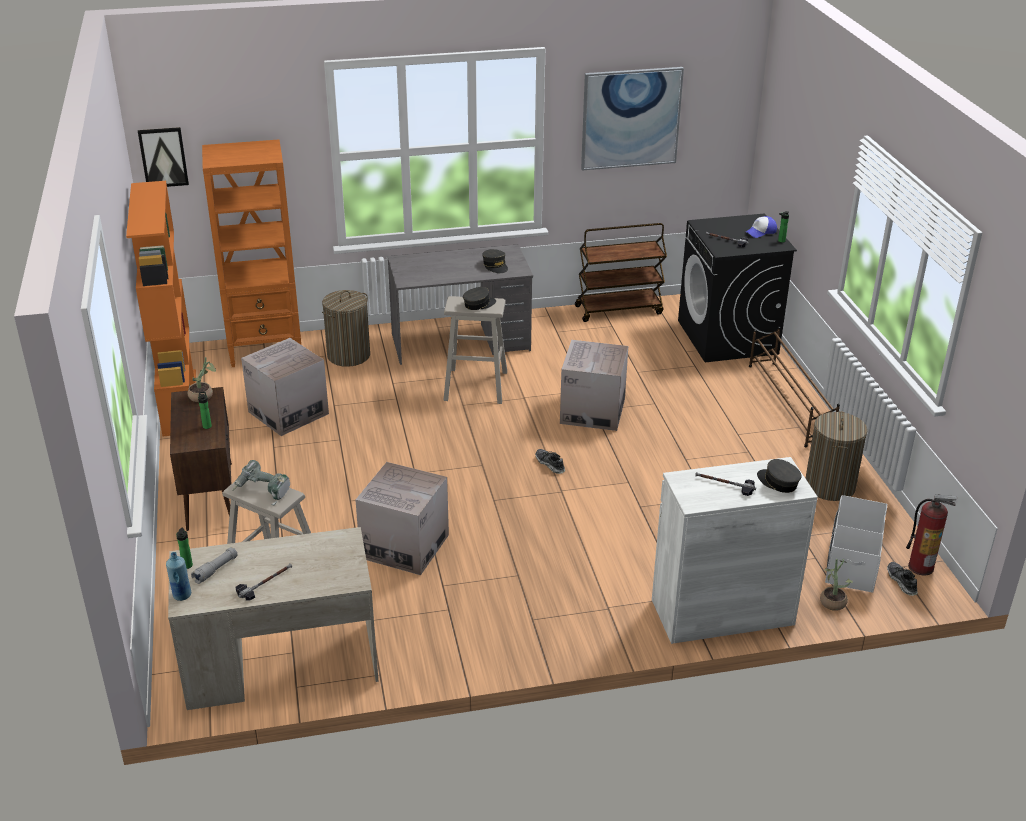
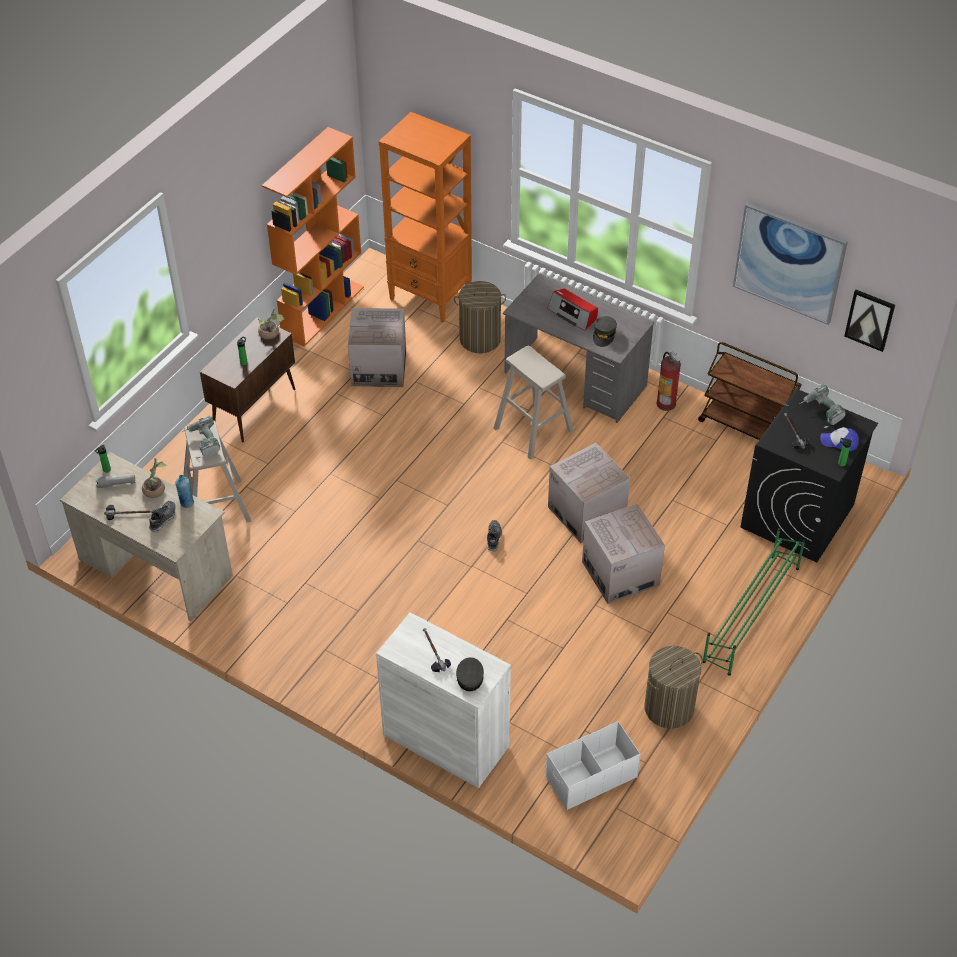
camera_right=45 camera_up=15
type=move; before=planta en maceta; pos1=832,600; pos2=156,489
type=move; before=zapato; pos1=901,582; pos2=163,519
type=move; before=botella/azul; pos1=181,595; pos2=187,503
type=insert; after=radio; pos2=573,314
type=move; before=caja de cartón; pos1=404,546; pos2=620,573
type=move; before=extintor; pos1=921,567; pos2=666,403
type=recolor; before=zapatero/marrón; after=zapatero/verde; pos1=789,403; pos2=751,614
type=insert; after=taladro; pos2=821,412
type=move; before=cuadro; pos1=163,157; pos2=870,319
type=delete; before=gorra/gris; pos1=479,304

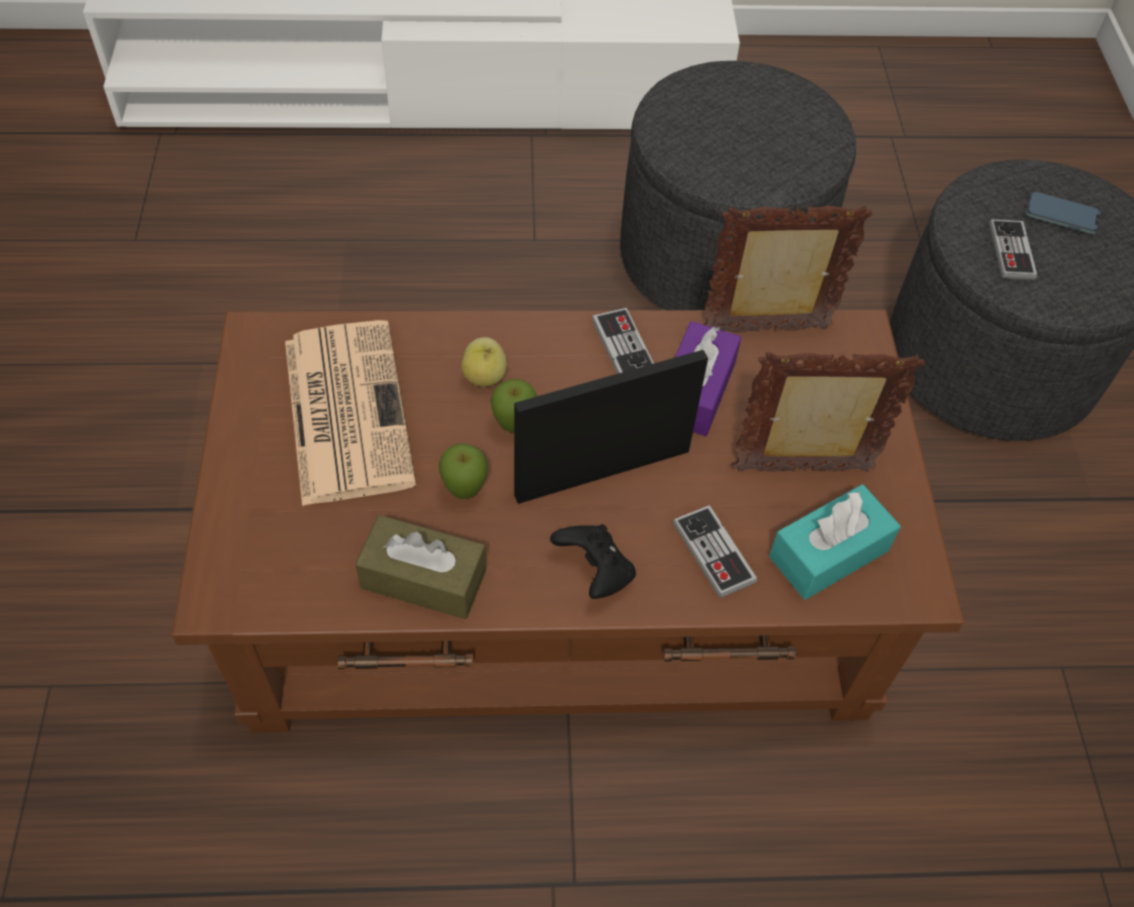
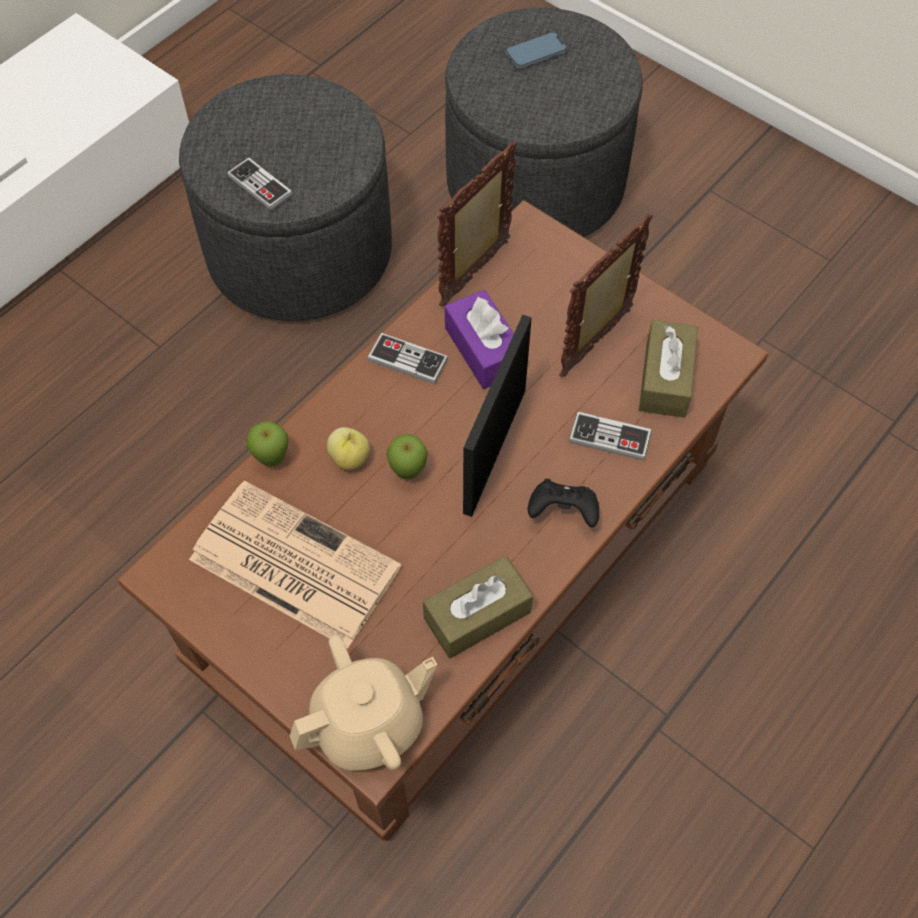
camera_right=-45 camera_up=5
type=move; before=mando de consola; pos1=1011,251; pos2=260,186
type=move; before=manzana; pos1=464,491; pos2=272,459
type=insert; after=tetera/beis; pos2=369,724
type=recolor; before=caja de pañuelos/turquesa; after=caja de pañuelos/marrón; pos1=828,553; pos2=665,379

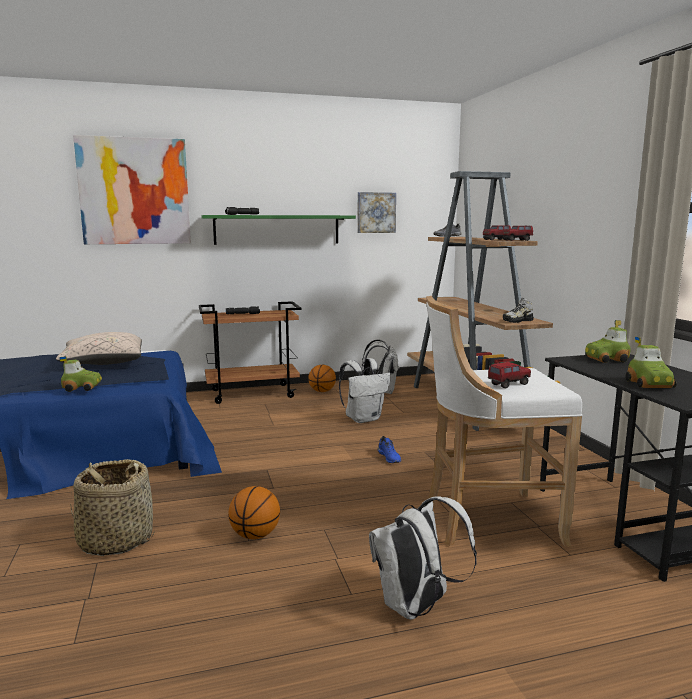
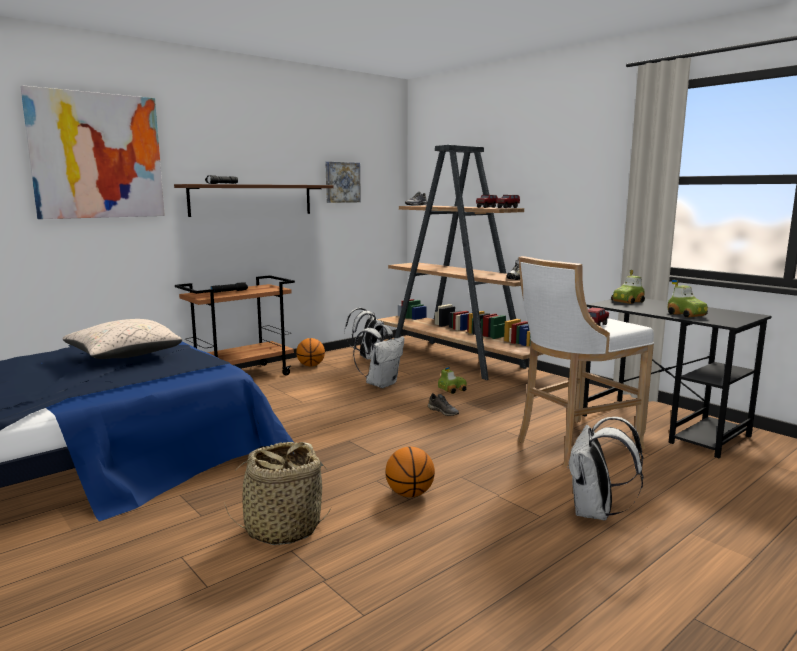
camera_right=-25 camera_up=0
type=recolor; before=estante/verde; after=estante/marrón; pos1=277,229; pos2=252,200
type=recolor; before=zapato/azul; after=zapato/gris; pos1=389,457; pos2=443,412
type=move; before=coche de juguete; pos1=82,388; pos2=452,390

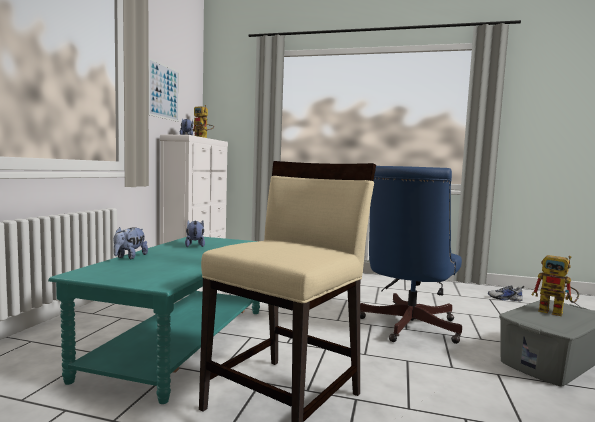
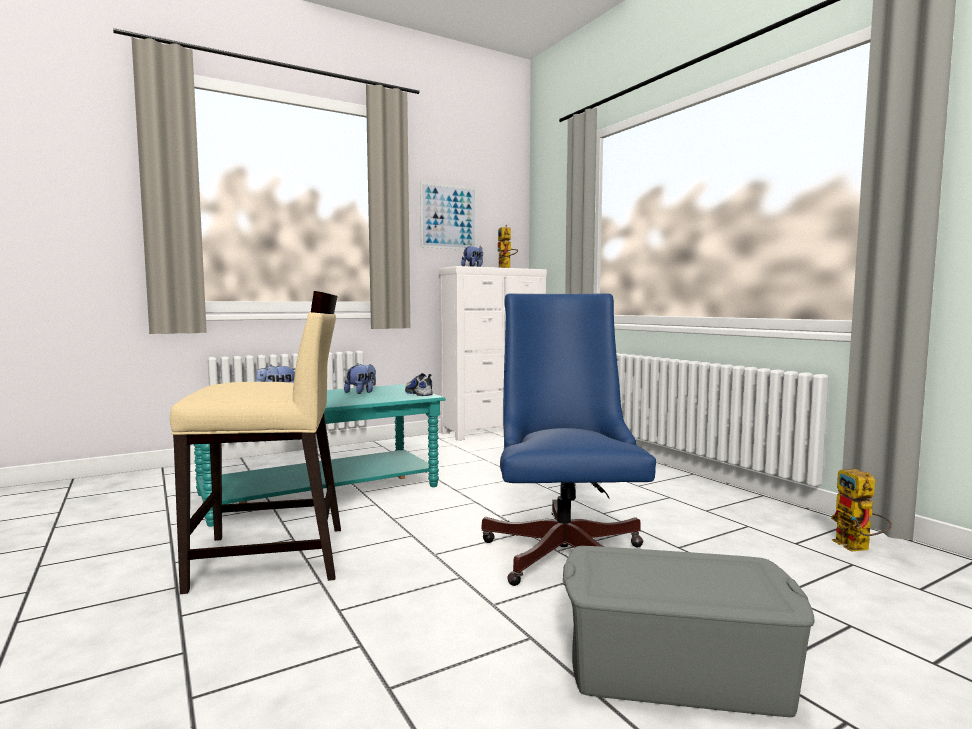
camera_right=45 camera_up=0
type=move; before=zapato; pos1=505,299; pos2=418,393
type=rotate; before=silla de oficina/azul; pos1=407,327; pos2=564,549; turn=105
type=move; before=robot de juguete; pos1=556,312; pos2=858,548

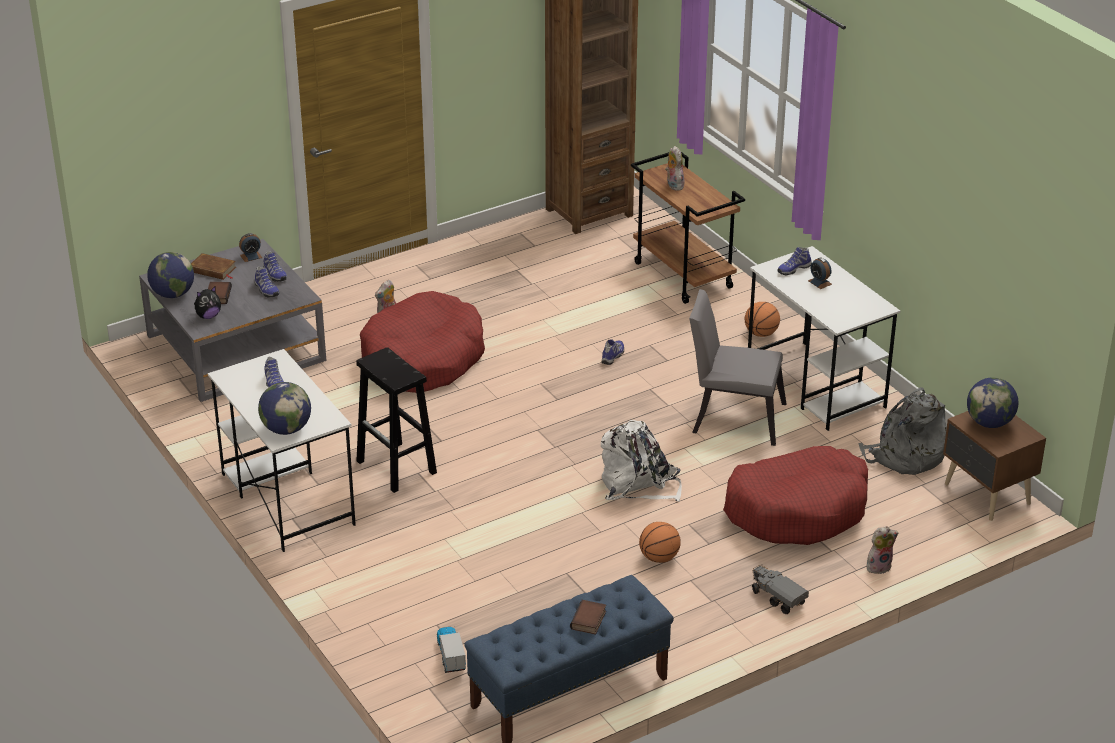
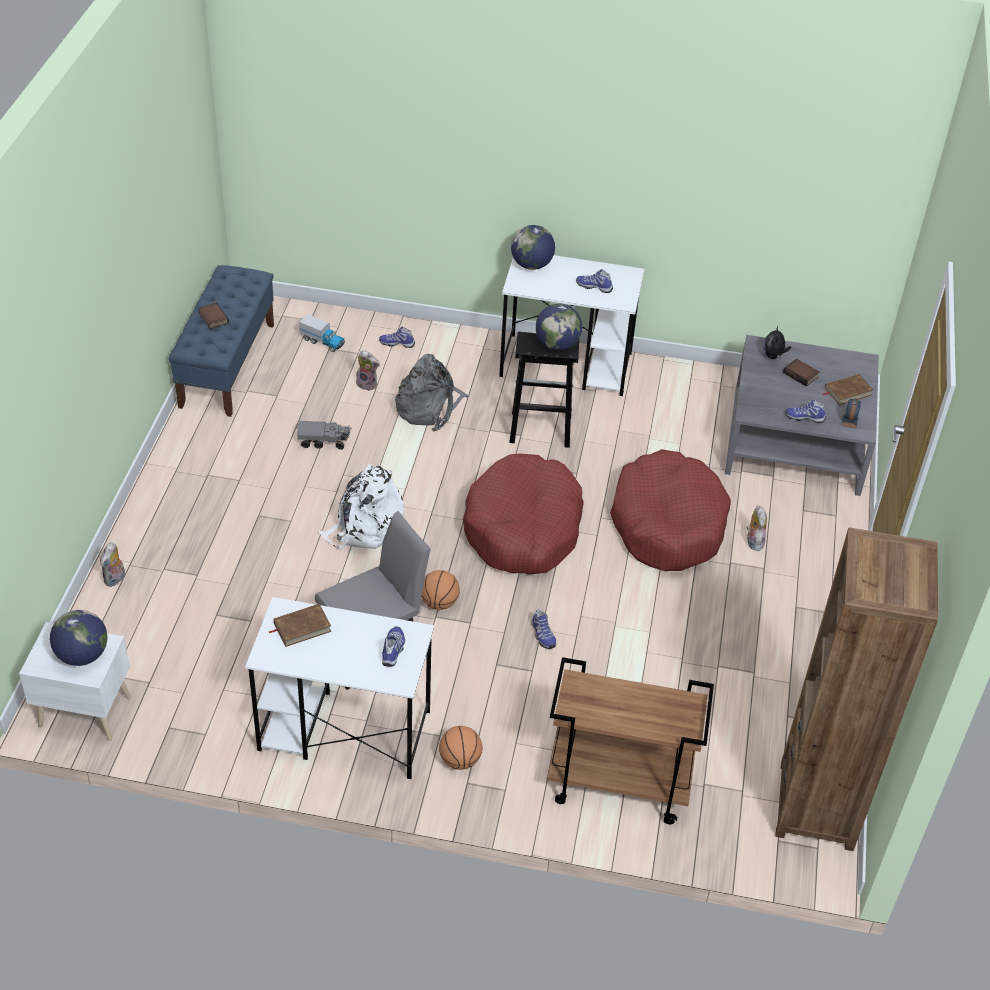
camera_right=130 camera_up=10
type=recolor; before=mesita de noche/marrón; after=mesita de noche/blanco; pos1=986,495; pos2=84,710
type=insert; after=libro/marrón; pos2=302,627
type=move; before=camión de juguete; pos1=777,598; pos2=323,441
type=move; before=peluche; pos1=673,185; pos2=368,384
type=move; before=zapato; pos1=266,290; pos2=397,343
type=move; before=mochila/gris; pos1=904,456; pos2=429,407
type=move; before=balón de baloncesto; pos1=659,558; pos2=439,603
type=move; before=cama para perro/rojo; pos1=797,509; pos2=523,528
type=move; before=globo terráqueo; pos1=173,294; pos2=557,345
type=delete; before=despertador; pos1=819,282

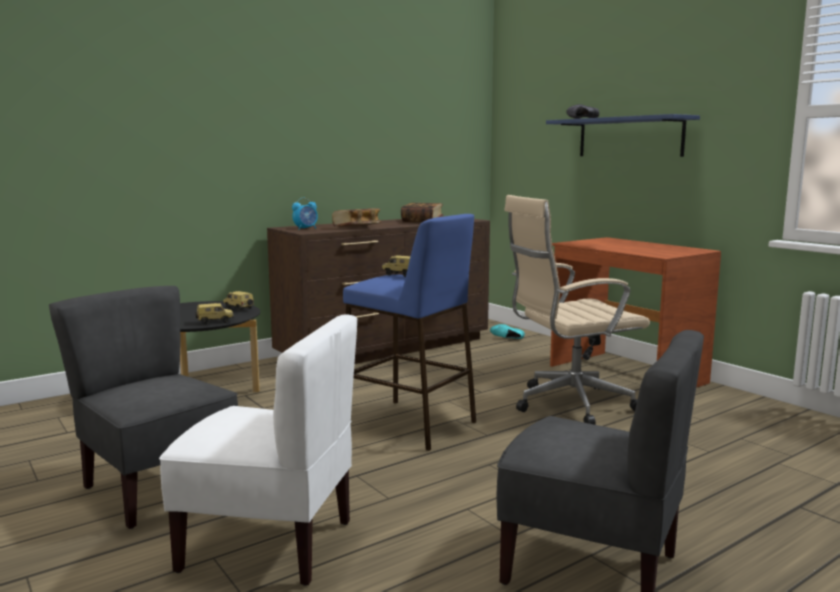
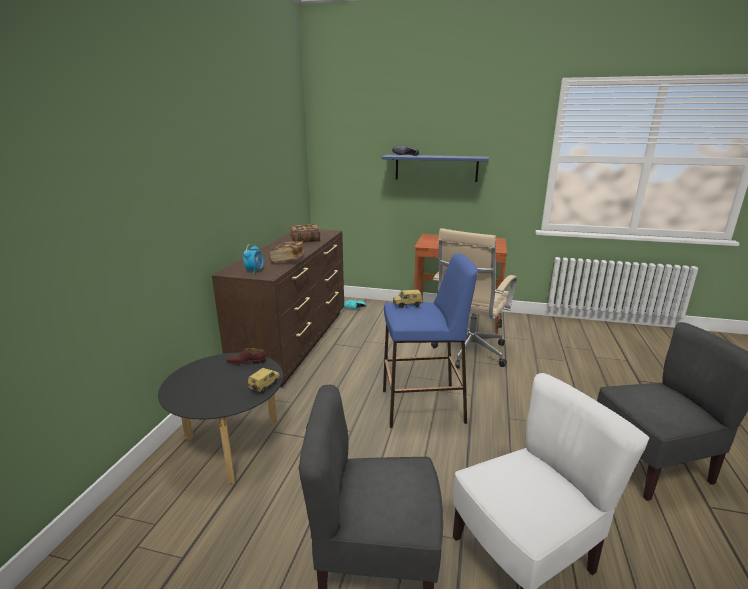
camera_right=-40 camera_up=10
type=replace; before=coche de juguete; after=zapato/marrón; pos1=238,309; pos2=246,362

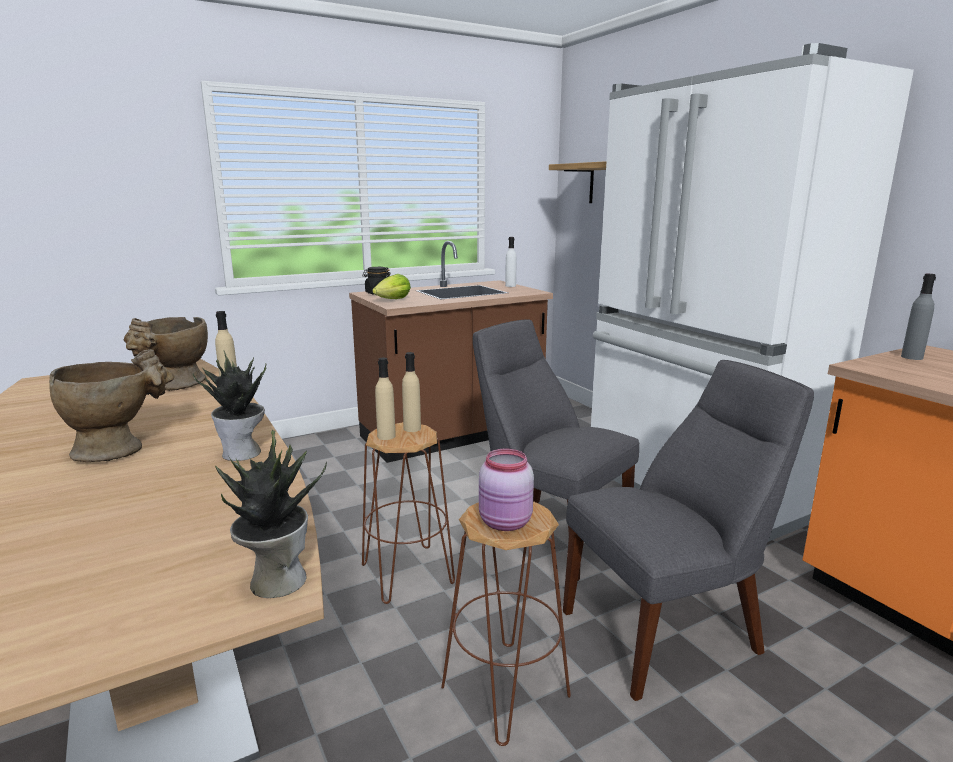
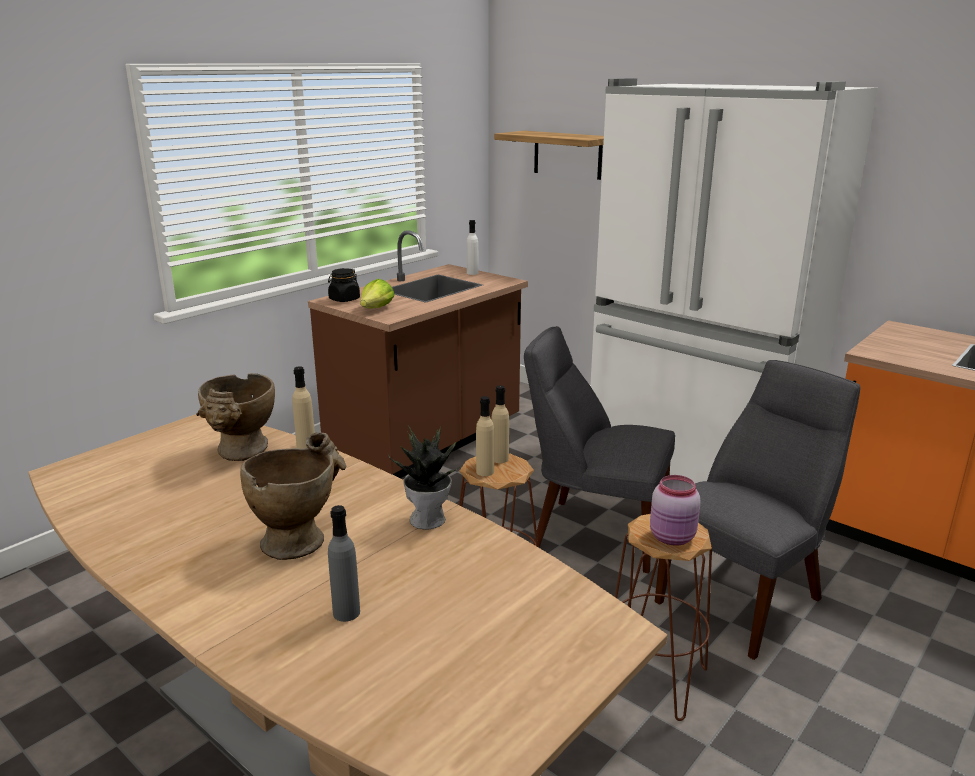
camera_right=-20 camera_up=5
type=move; before=botella/gris; pos1=912,357; pos2=346,612
type=delete; before=planta en maceta; pos1=275,581

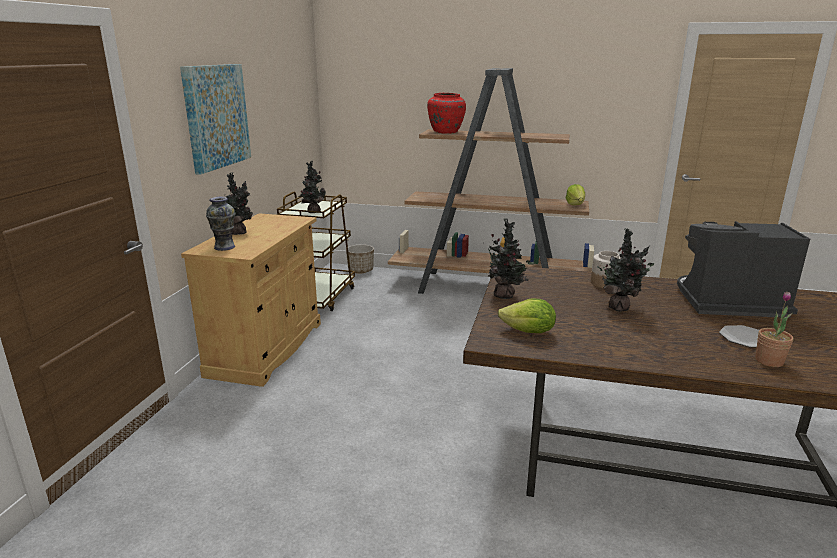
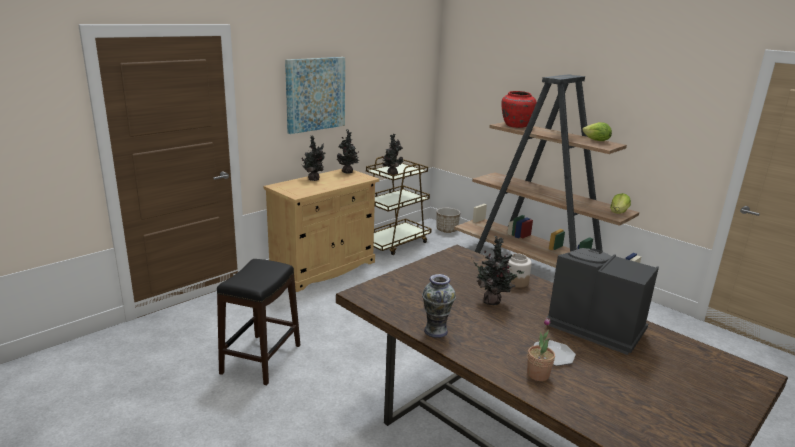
camera_right=30 camera_up=0
type=insert; after=taburete/negro; pos2=260,359
type=move; before=planta en maceta; pos1=506,296; pos2=348,172
type=move; before=florero; pos1=224,247; pos2=435,331
type=move; before=lechuga; pos1=528,332; pos2=596,141

